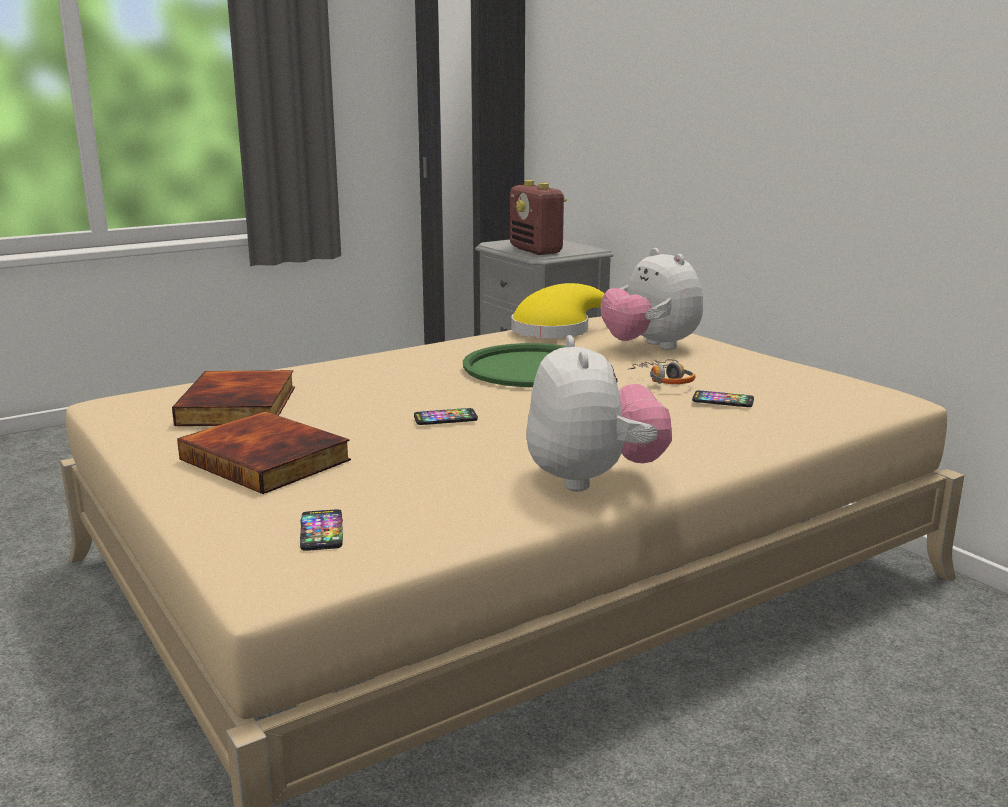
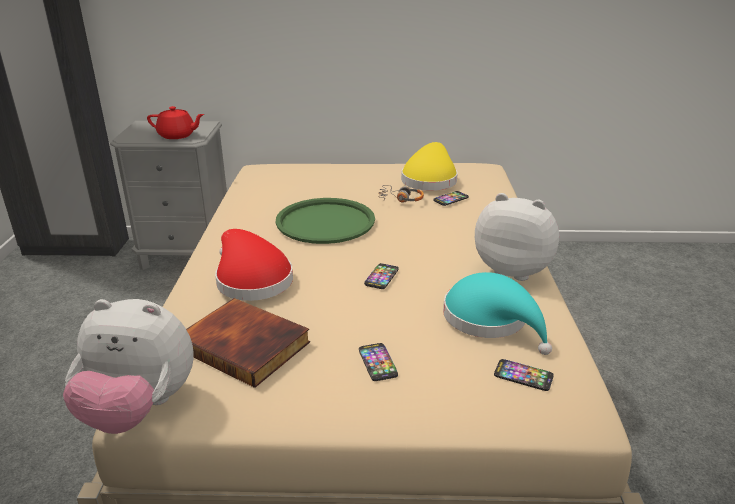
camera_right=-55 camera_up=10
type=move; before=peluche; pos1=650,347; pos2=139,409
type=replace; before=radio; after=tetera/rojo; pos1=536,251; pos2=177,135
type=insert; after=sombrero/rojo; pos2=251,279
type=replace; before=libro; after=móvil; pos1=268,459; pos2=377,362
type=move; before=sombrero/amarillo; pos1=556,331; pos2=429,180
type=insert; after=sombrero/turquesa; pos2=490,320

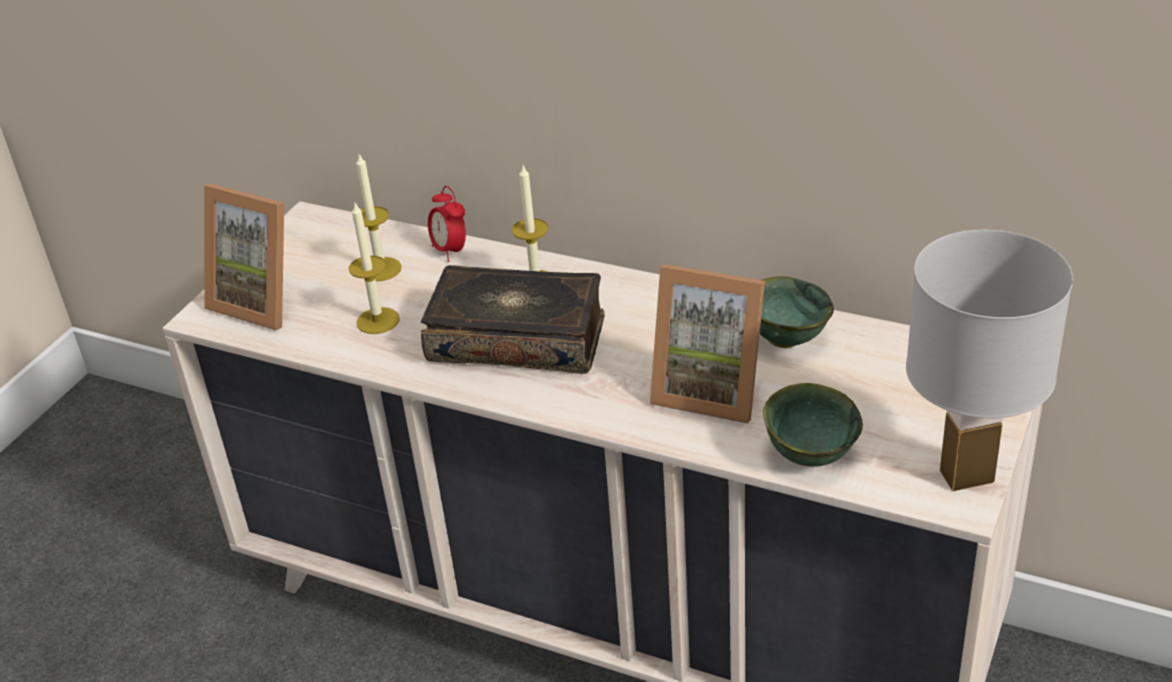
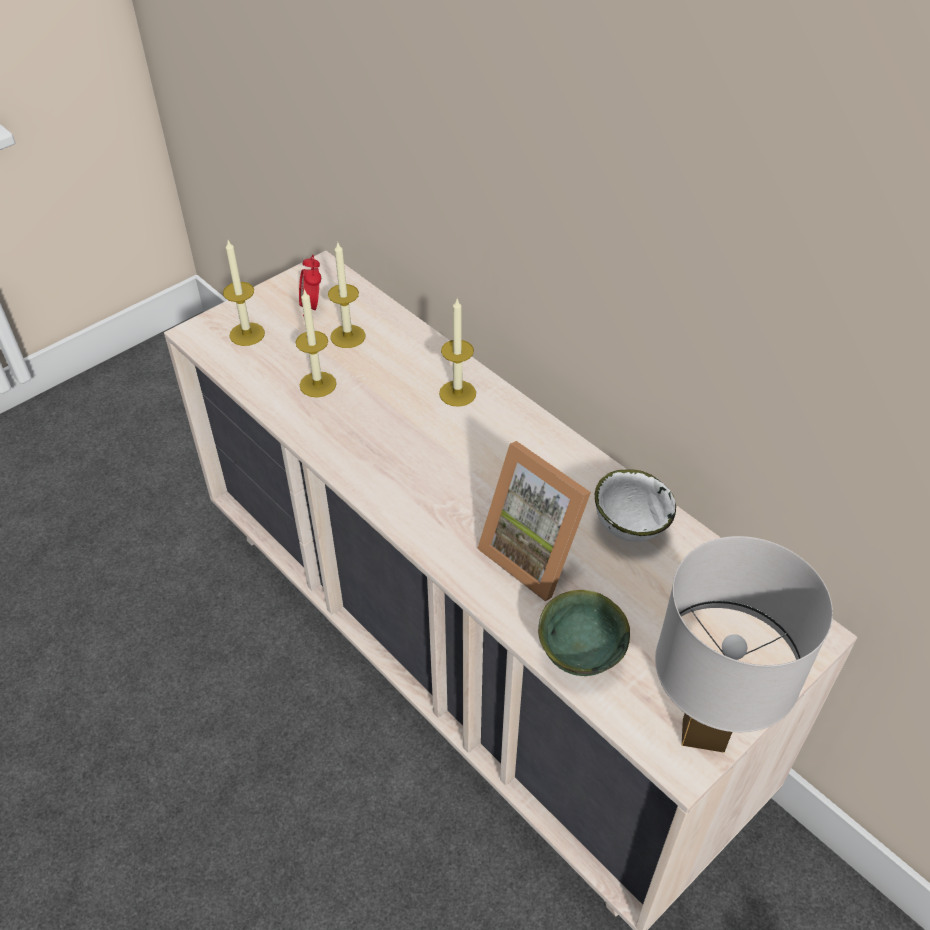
camera_right=20 camera_up=10
type=replace; before=portarretratos; after=vela; pos1=263,300; pos2=247,334
type=move; before=despertador; pos1=450,251; pos2=312,307
type=recolor; before=cuenco/verde; after=cuenco/blanco; pos1=785,338; pos2=628,527
type=delete; before=libro; pos1=517,337

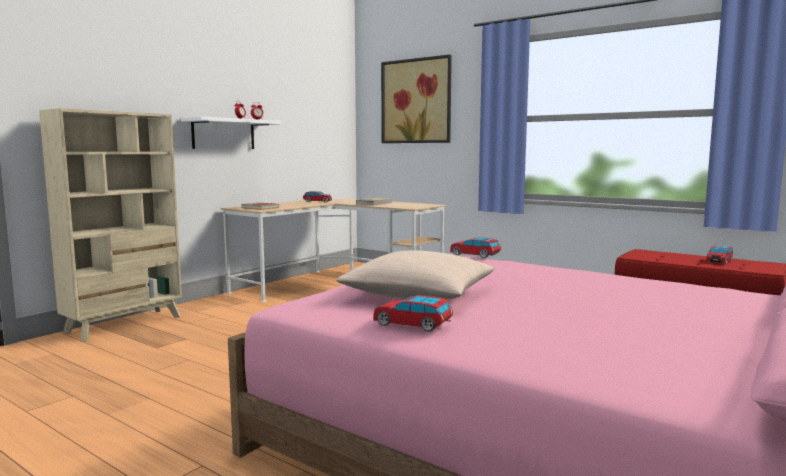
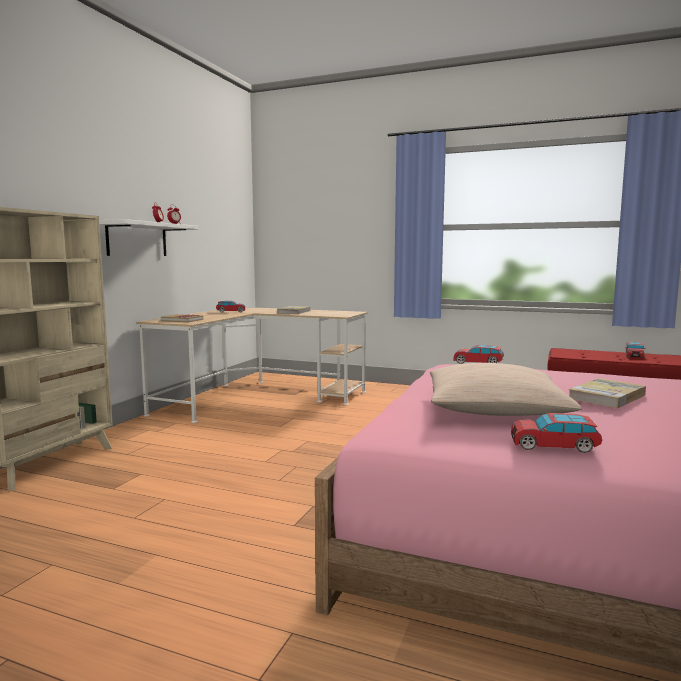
camera_right=-15 camera_up=0
type=insert; after=libro; pos2=607,397
type=delete; before=cuadro; pos1=416,101

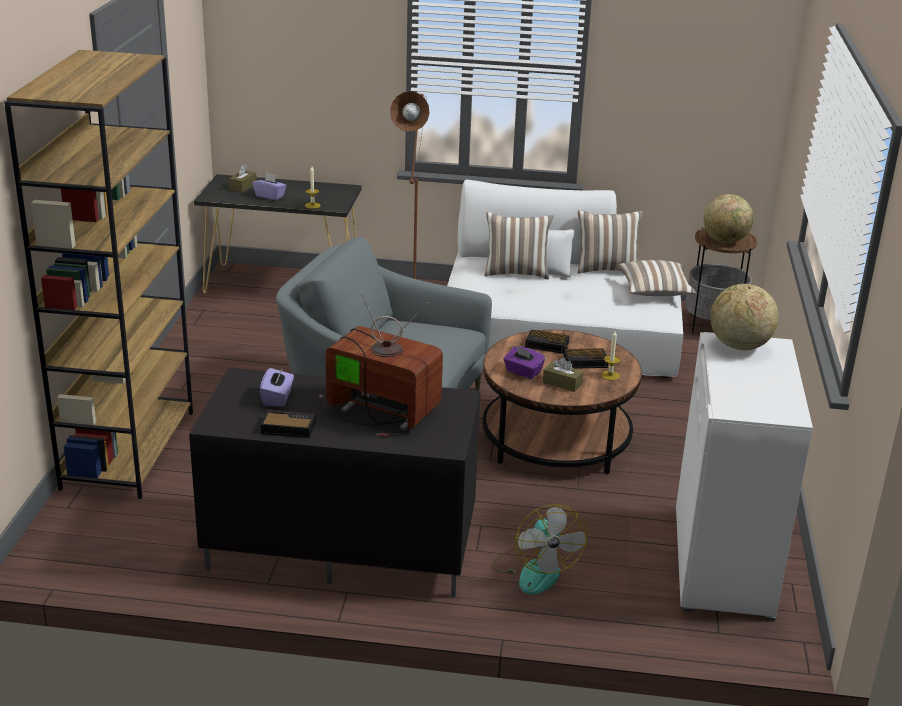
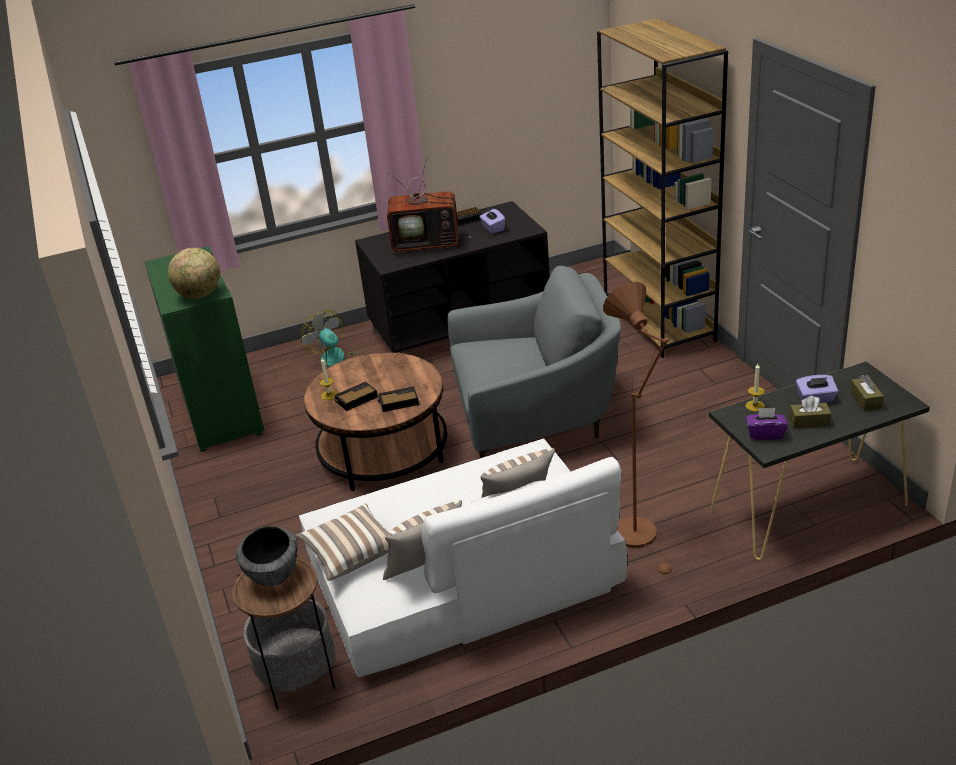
camera_right=155 camera_up=5
type=recolor; before=armario/blanco; after=armario/verde; pos1=724,562; pos2=220,411
type=replace; before=globo terráqueo; after=cuenco; pos1=725,241; pos2=273,576
type=move; before=caja de pañuelos/morado; pos1=523,372; pos2=765,434
type=move; before=caja de pañuelos/marrón; pos1=562,383; pos2=809,422

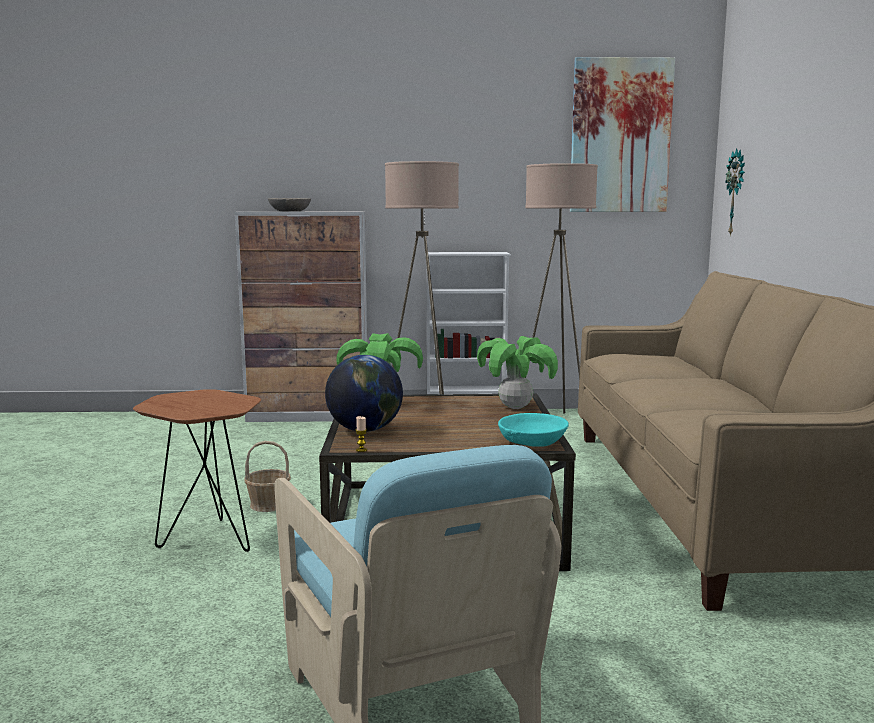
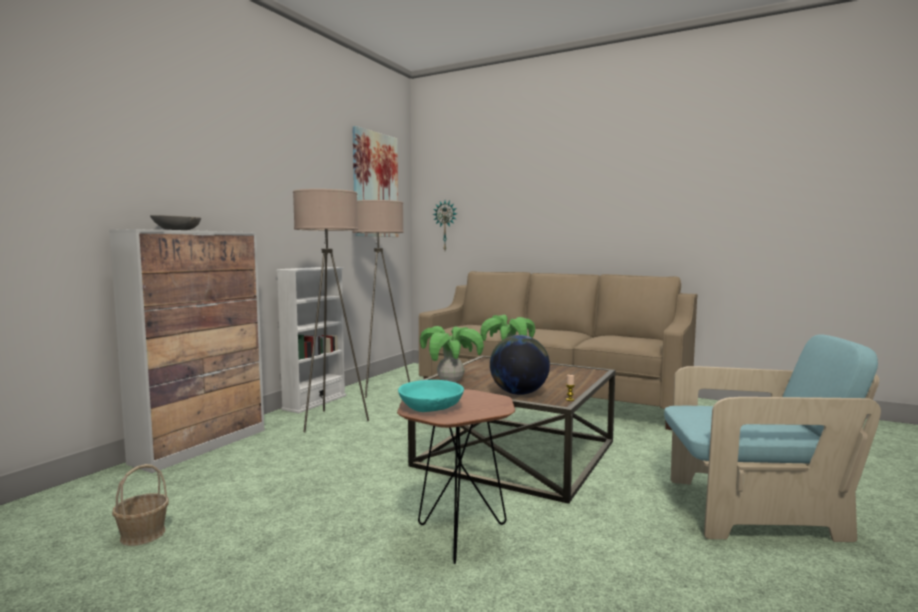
camera_right=-60 camera_up=-5
type=move; before=cesta; pos1=268,504; pos2=142,535
type=move; before=cuenco/turquesa; pos1=533,442; pos2=431,407

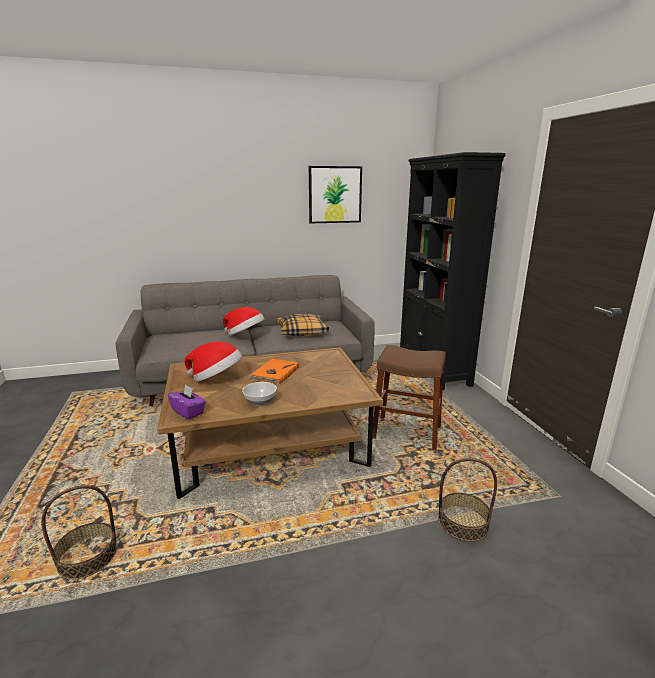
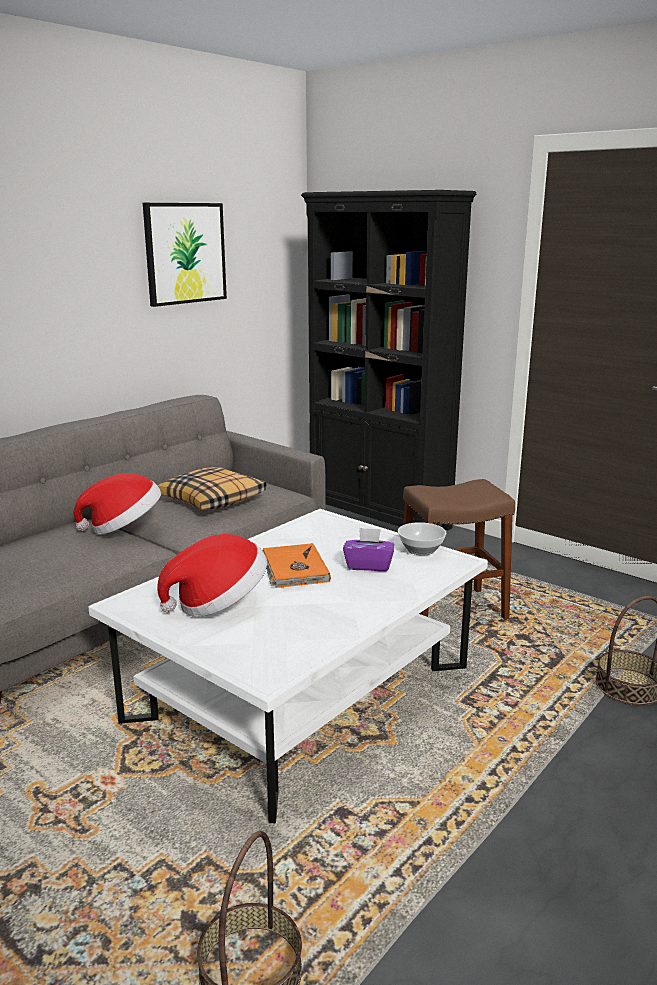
camera_right=-35 camera_up=0
type=recolor; before=mesa de centro/marrón; after=mesa de centro/blanco; pos1=270,445; pos2=301,694
type=move; before=caja de pañuelos/morado; pos1=188,412; pos2=368,565
type=move; before=cuenco; pos1=259,402; pos2=420,550

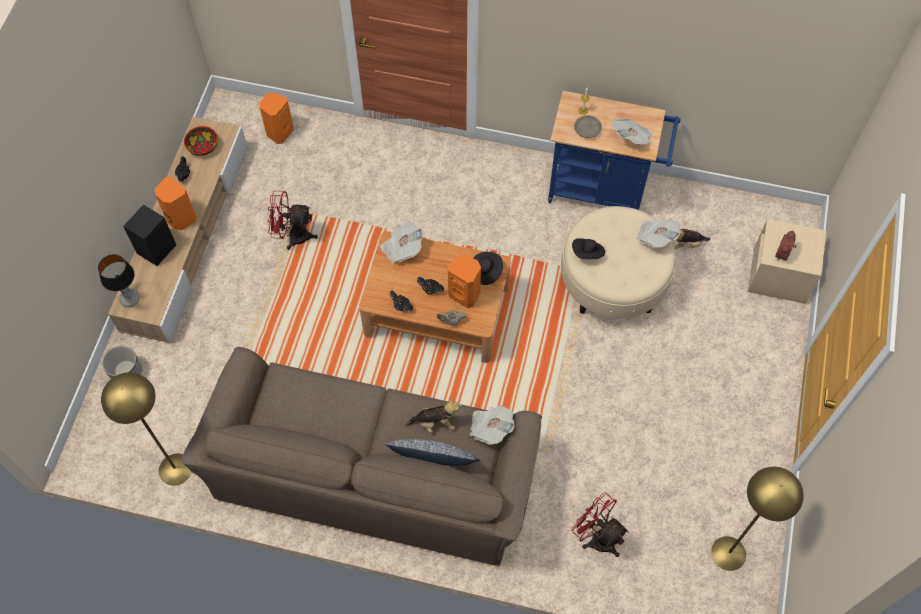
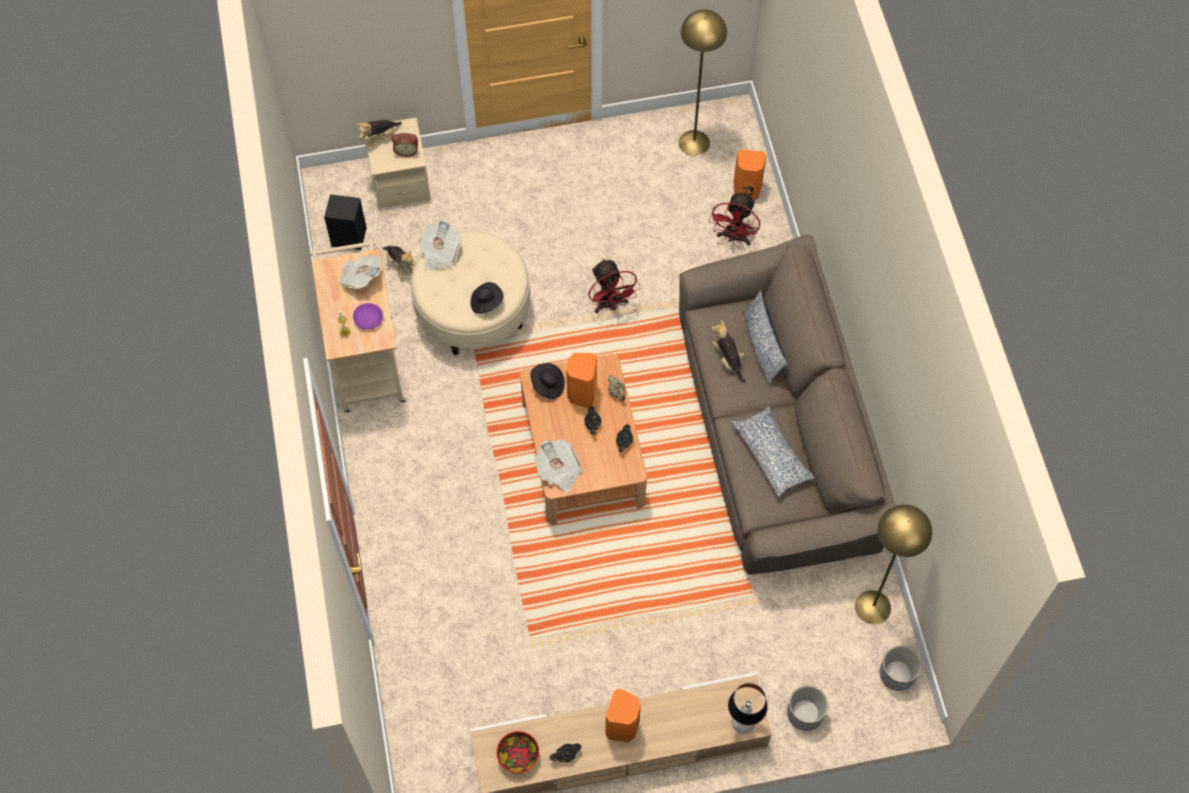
camera_right=-115 camera_up=0
type=recolor; before=carrito/azul; after=carrito/beis; pos1=603,190; pos2=366,358
type=move; before=altavoz/negro; pos1=156,250; pos2=350,237
type=recolor; before=cuenco/gris; after=cuenco/morado; pos1=587,129; pos2=368,319
type=insert; after=peluche; pos2=379,138
type=move; before=ventilador/rojo; pos1=293,236; pos2=610,304
type=insert; after=cojín; pos2=772,455
type=move; before=altavoz/naranja; pos1=279,132; pos2=746,191
type=insert; after=maceta; pos2=897,674
type=delete; before=periódico; pos1=490,428

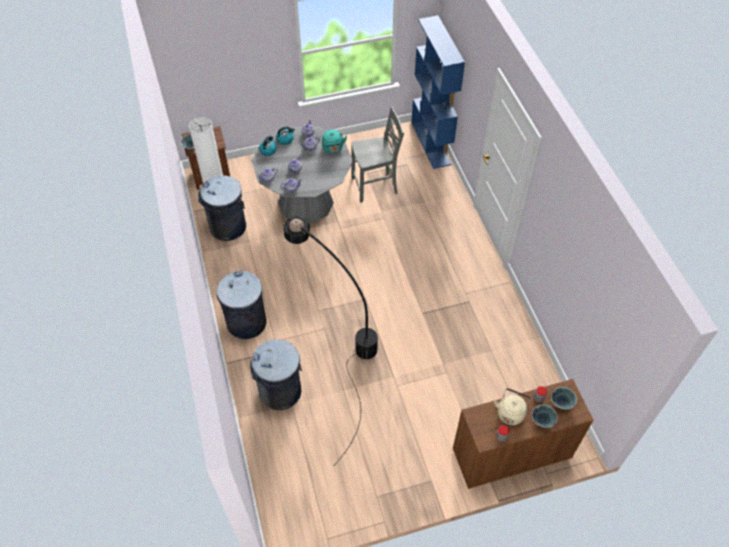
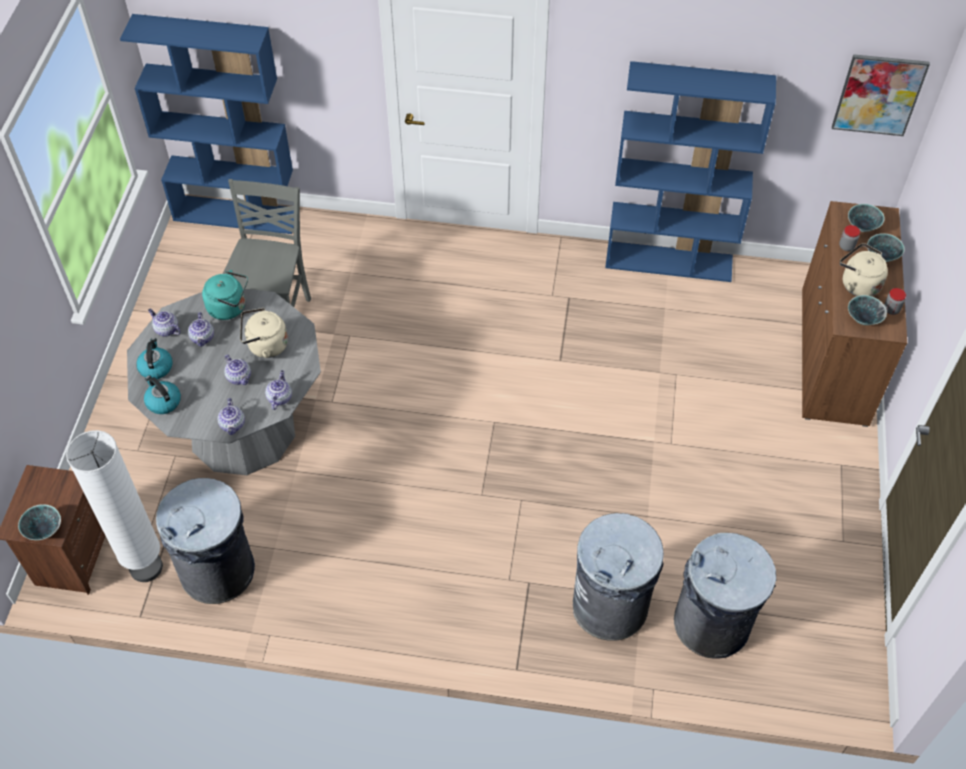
camera_right=-65 camera_up=0
type=insert; after=hervidor/beis; pos2=265,346
type=insert; after=estantería/azul; pos2=669,261
type=move; before=papelera/gris; pos1=246,322; pos2=712,624
type=insert; after=cuadro; pos2=879,95
type=insert; after=cuenco; pos2=862,319
type=delete; before=lámpara de pie/negro; pos1=338,344

